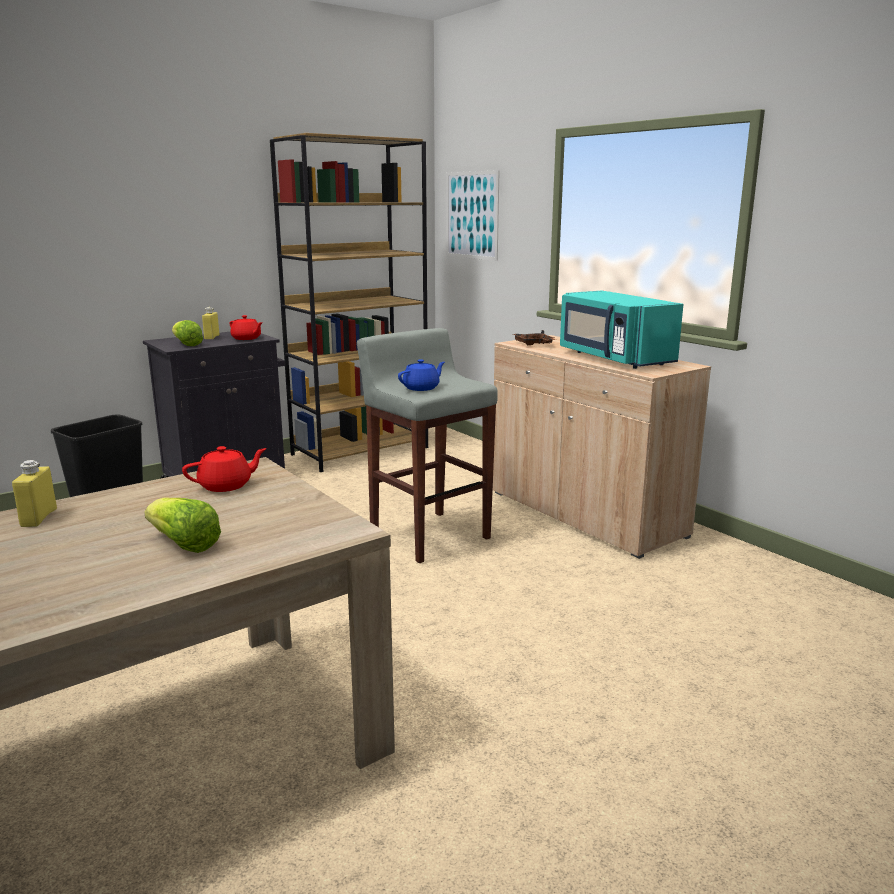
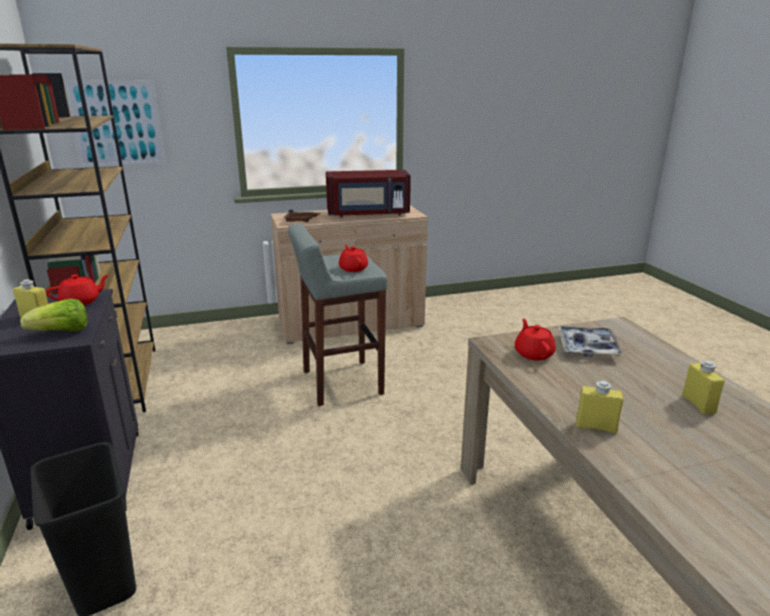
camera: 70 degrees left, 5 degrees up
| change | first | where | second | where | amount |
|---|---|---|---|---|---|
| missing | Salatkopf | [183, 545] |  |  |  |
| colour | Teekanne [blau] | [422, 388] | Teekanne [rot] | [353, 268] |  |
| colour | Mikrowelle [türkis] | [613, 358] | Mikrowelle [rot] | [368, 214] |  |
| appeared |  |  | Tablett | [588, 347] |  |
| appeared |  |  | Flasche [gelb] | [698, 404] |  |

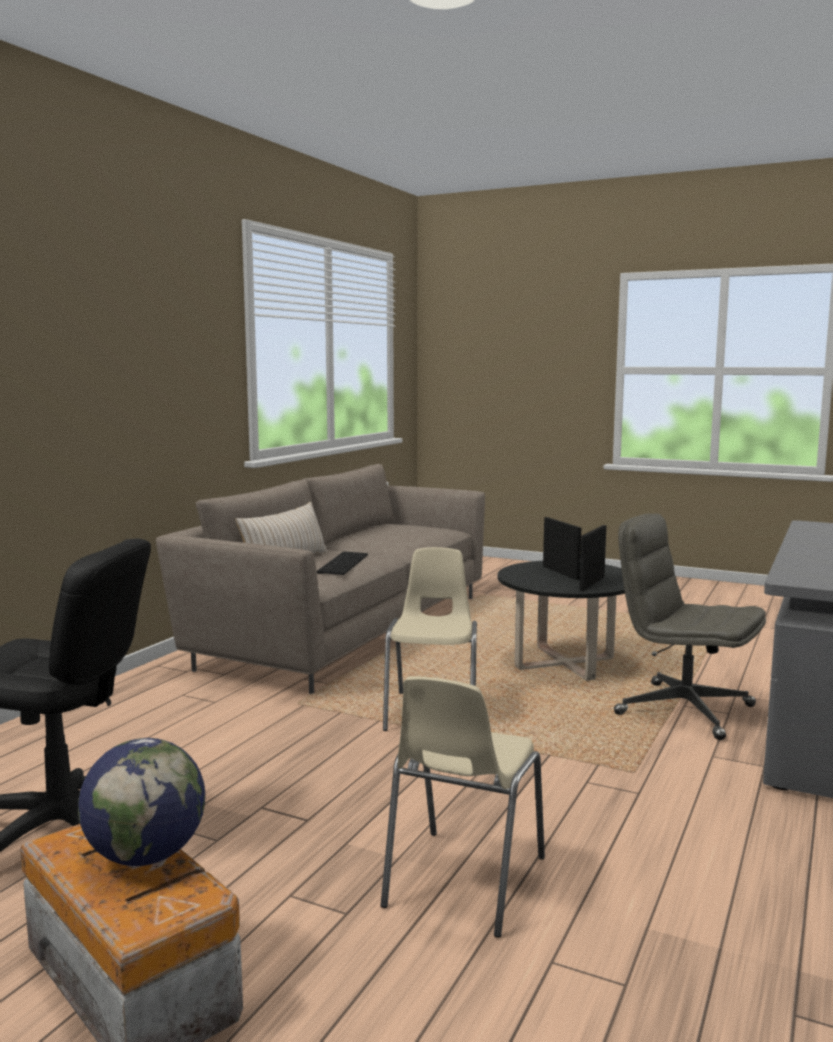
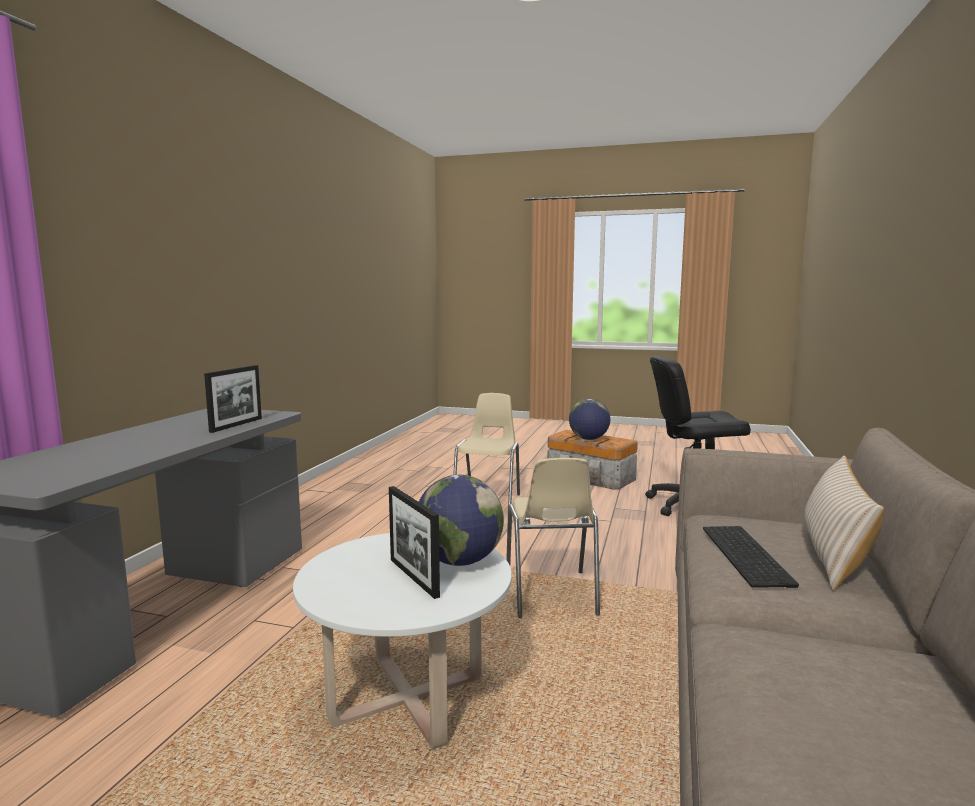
camera: 170 degrees right, 0 degrees up
| change | first | where | second | where | amount |
|---|---|---|---|---|---|
| colour | Couchtisch [schwarz] | [564, 664] | Couchtisch [weiß] | [408, 700] |  |
| relocated | Bilderrahmen | [592, 583] |  | [236, 425] |  |
| missing | Bürostuhl [grau] | [683, 710] |  |  |  |
| appeared |  |  | Globus | [459, 561] |  |

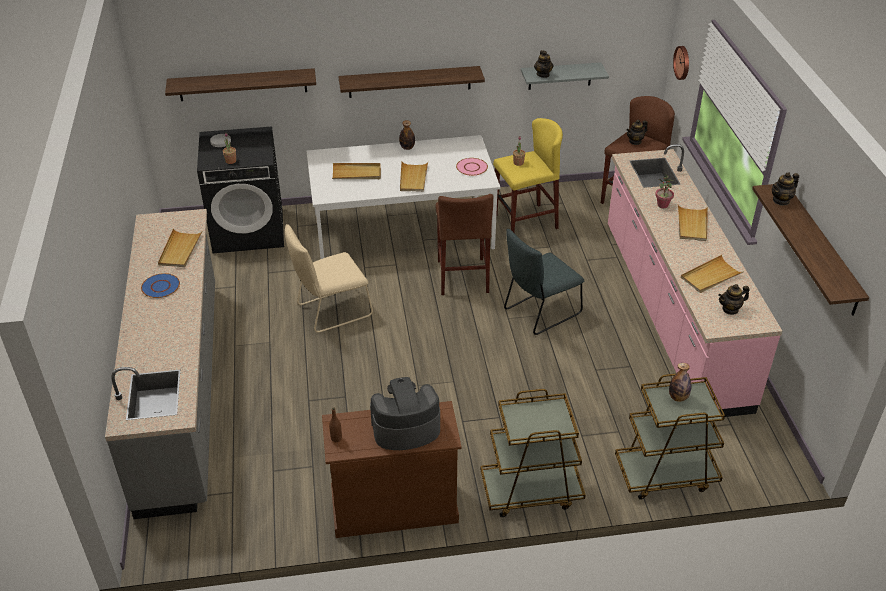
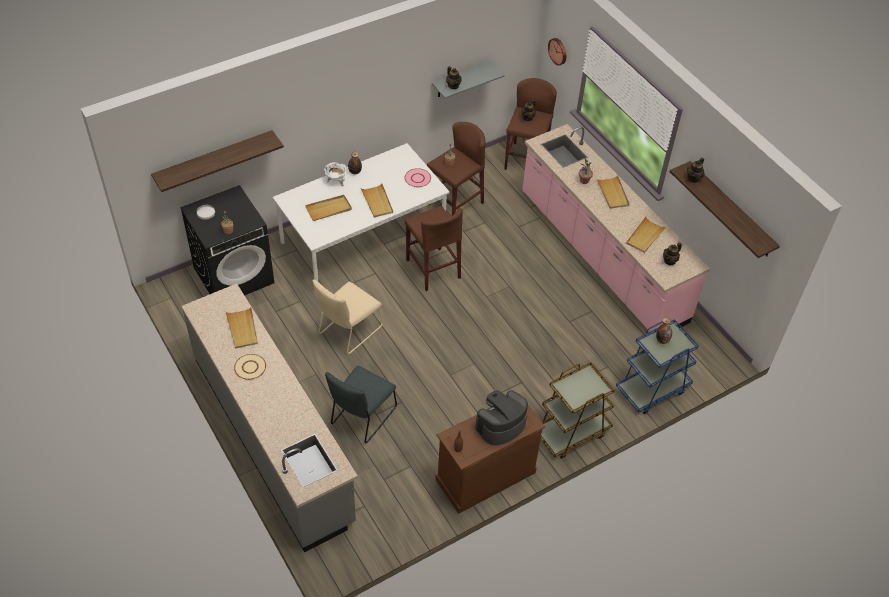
camera: 25 degrees left, 10 degrees up
| change | first | where | second | where | amount |
|---|---|---|---|---|---|
| colour | Teller [blau] | [160, 286] | Teller [beige] | [250, 367] |  |
| missing | Wandregal | [409, 82] |  |  |  |
| colour | Hocker [gelb] | [525, 222] | Hocker [braun] | [455, 203] |  |
| relocated | Stuhl [grau] | [539, 312] |  | [361, 418] |  |
| colour | Rollwagen [braun] | [665, 474] | Rollwagen [blau] | [652, 389] |  |
| appeared |  |  | Kochtopf [weiß] | [336, 181] |  |

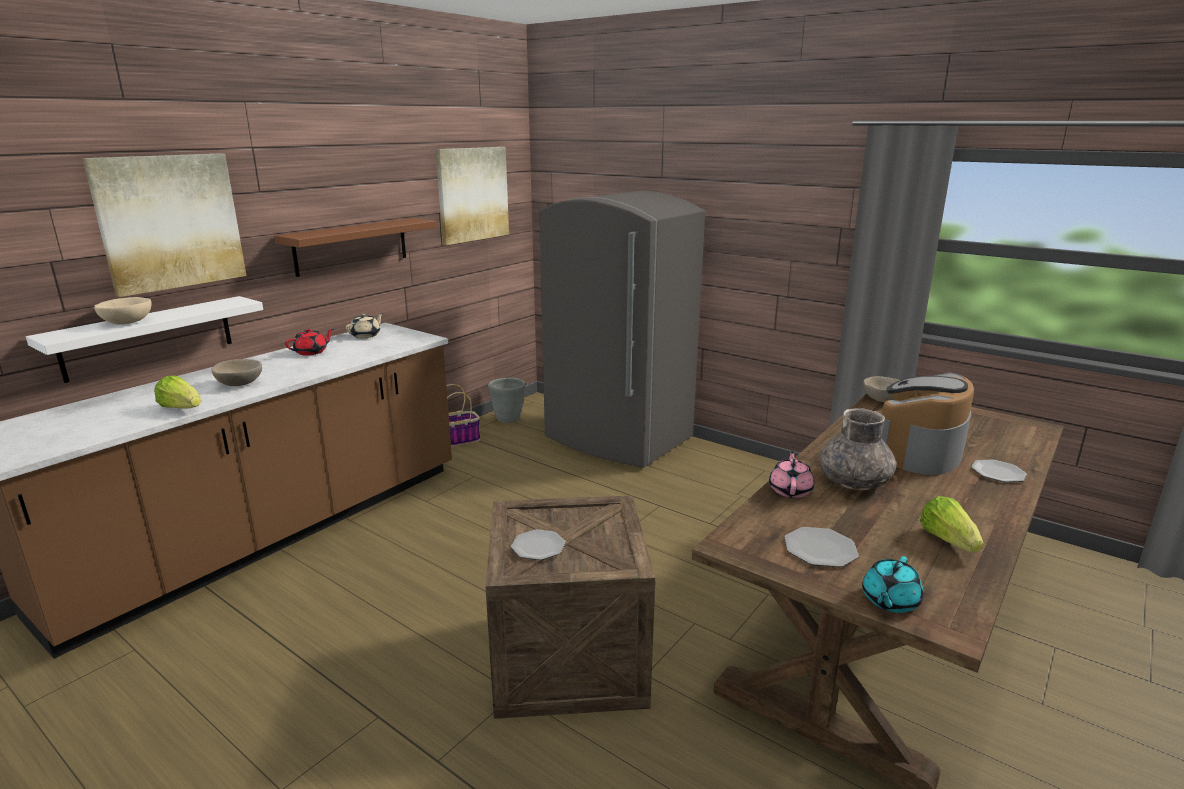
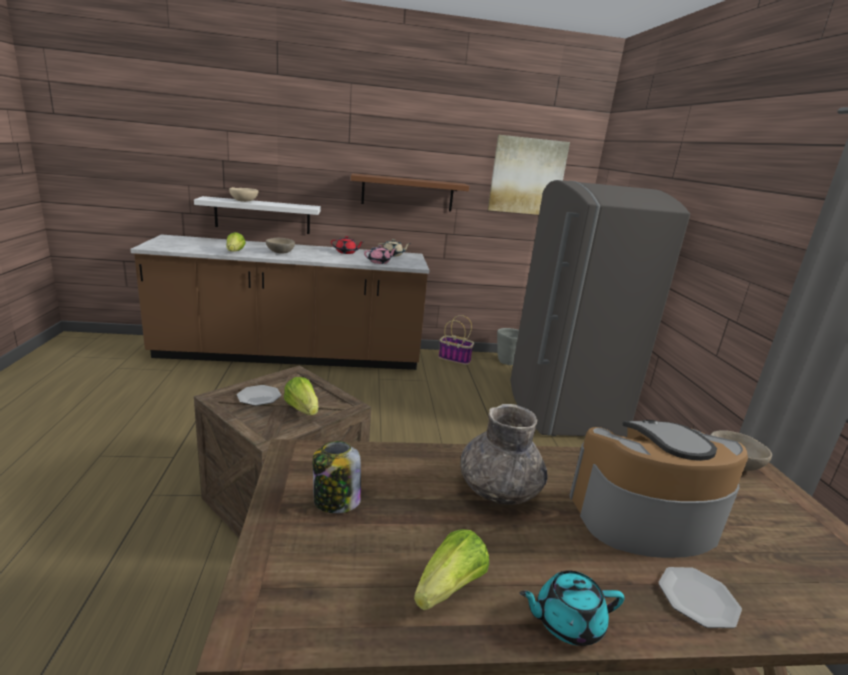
camera: 45 degrees right, 0 degrees up
| change | first | where | second | where | amount |
|---|---|---|---|---|---|
| missing | Bild | [170, 222] |  |  |  |
| relocated | Teekanne [rosa] | [790, 490] |  | [379, 262] |  |
| exchanged | Teller | [820, 549] | Vorratsglas | [335, 501] |  |
| relocated | Teekanne [türkis] | [889, 601] |  | [566, 622] |  |
| appeared |  |  | Salatkopf | [302, 409] |  |

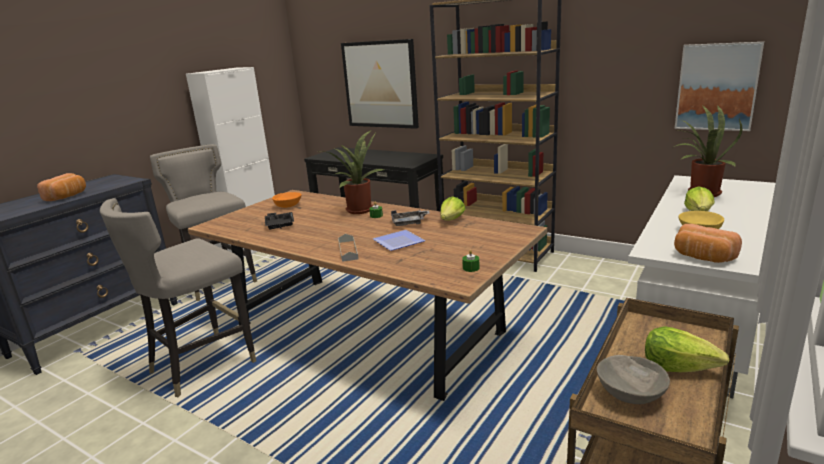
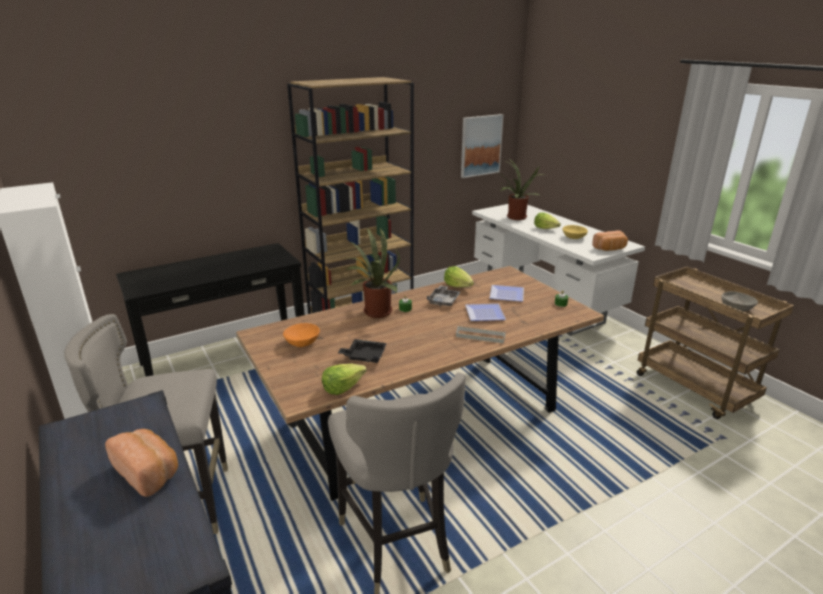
camera: 65 degrees left, 5 degrees up
| change | first | where | second | where | amount |
|---|---|---|---|---|---|
| missing | Bild | [380, 84] |  |  |  |
| relocated | Salatkopf | [678, 367] |  | [342, 387] |  |
| appeared |  |  | Teller | [508, 294] |  |

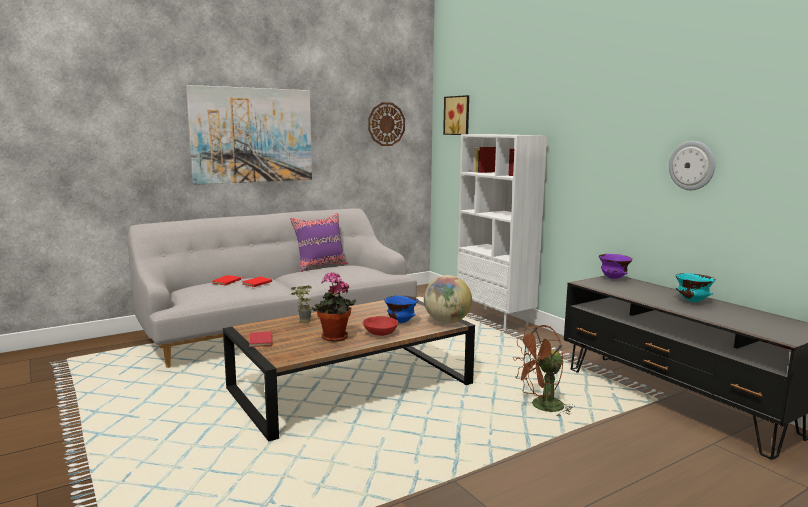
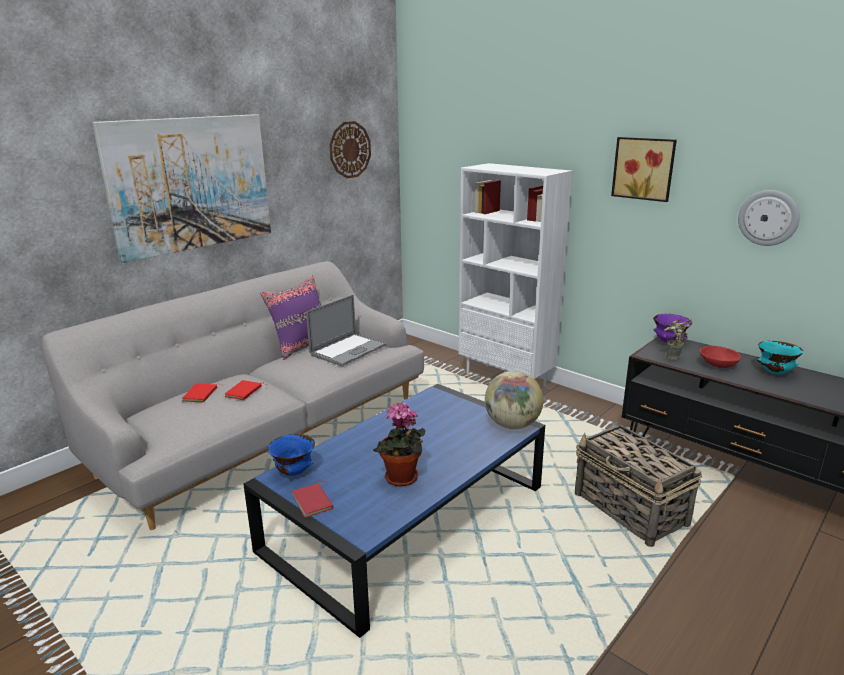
camera: 15 degrees left, 10 degrees up
| change | first | where | second | where | amount |
|---|---|---|---|---|---|
| colour | Couchtisch [braun] | [351, 386] | Couchtisch [blau] | [407, 517] |  |
| relocated | Topfpflanze | [302, 322] |  | [671, 359] |  |
| relocated | Schüssel [rot] | [380, 334] |  | [717, 365] |  |
| relocated | Schüssel [blau] | [401, 322] |  | [294, 472] |  |
| relocated | Bild | [458, 115] |  | [644, 168] |  |
| exchanged | Ventilator [braun] | [541, 407] | Korb | [631, 510] |  |
| appeared |  |  | Laptop | [348, 350] |  |

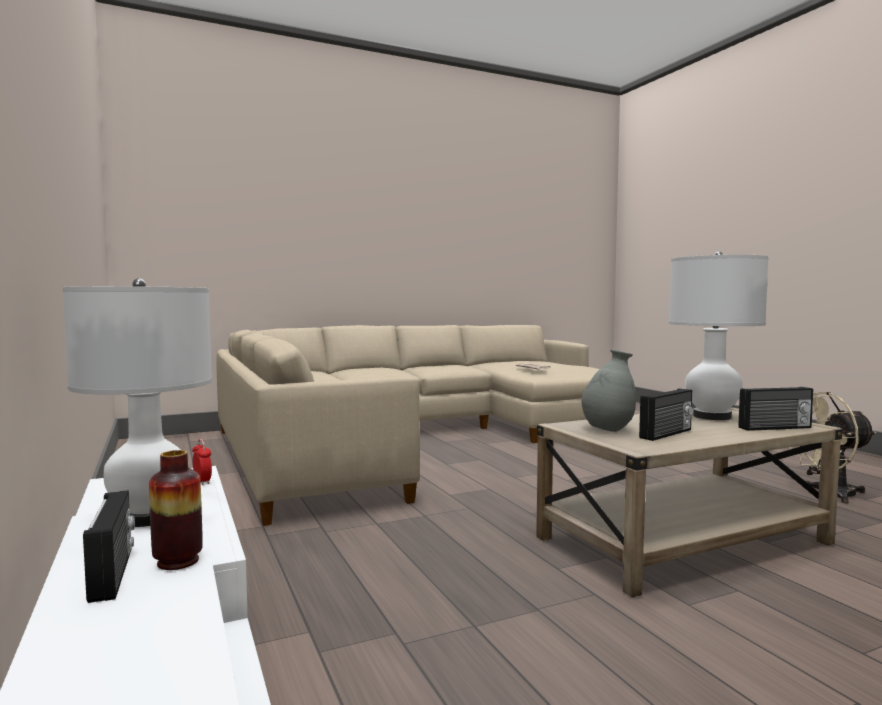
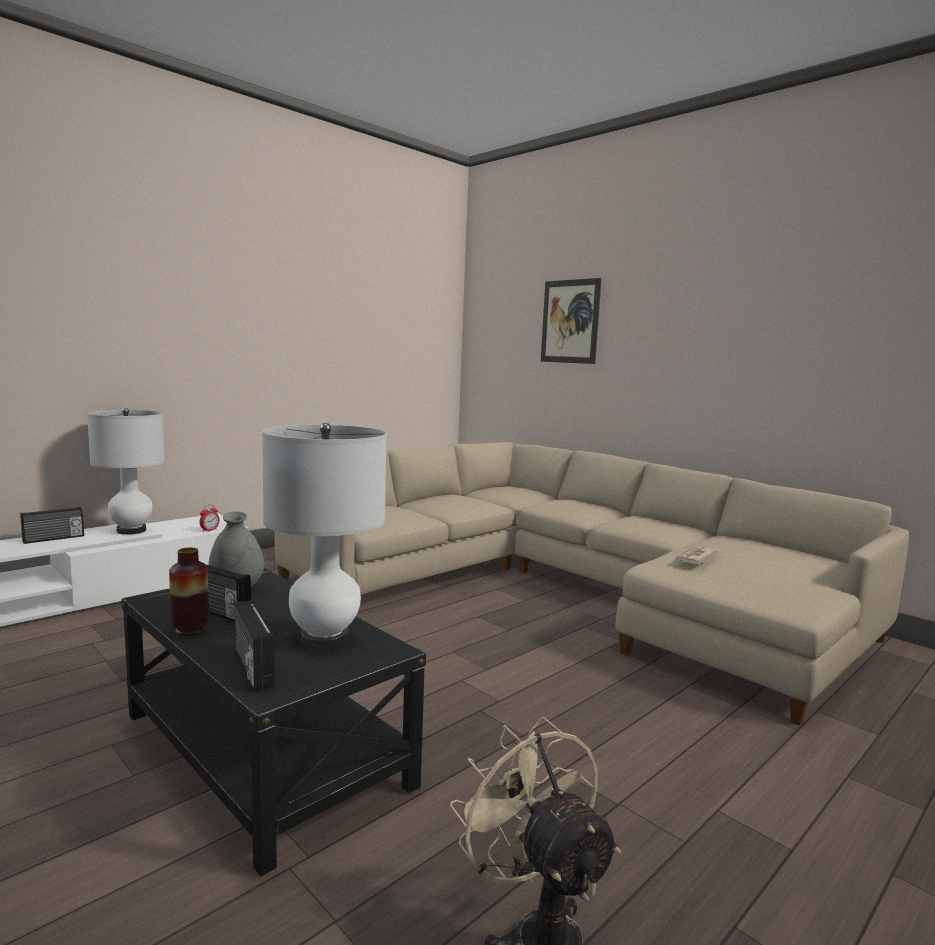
camera: 70 degrees right, 5 degrees up
| change | first | where | second | where | amount |
|---|---|---|---|---|---|
| relocated | Vase | [178, 561] |  | [190, 630] |  |
| colour | Couchtisch [beige] | [683, 541] | Couchtisch [schwarz] | [264, 750] |  |
| appeared |  |  | Bild | [570, 321] |  |

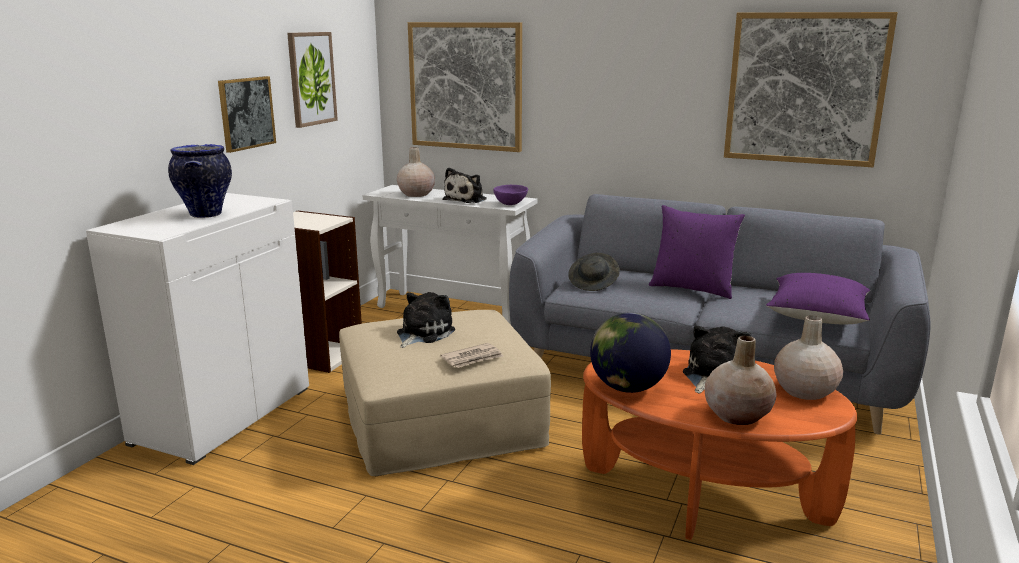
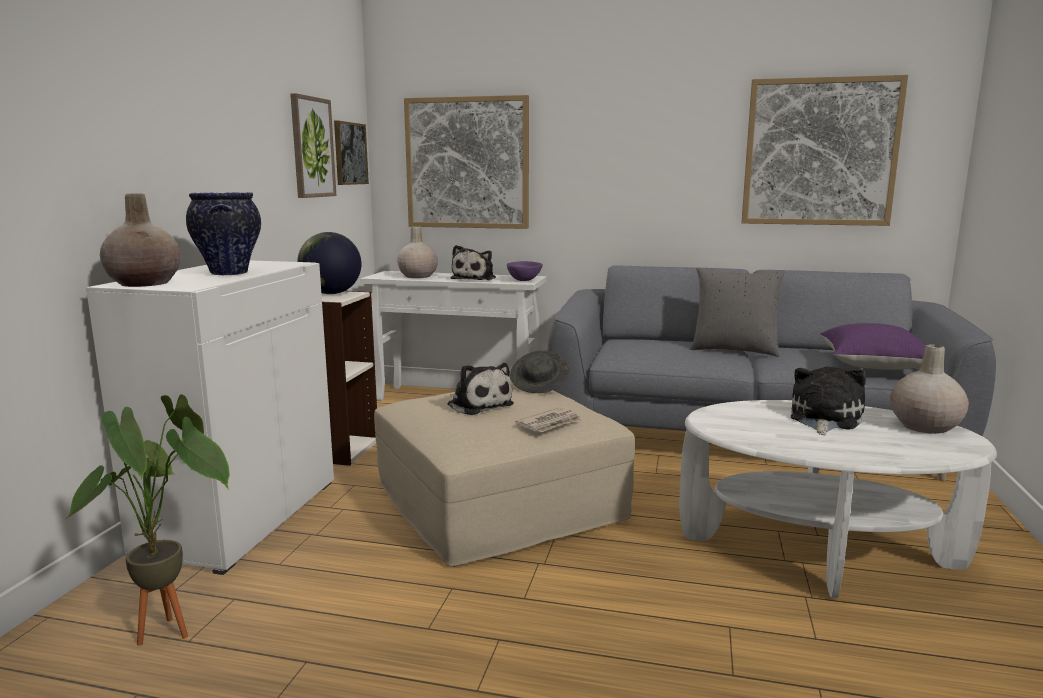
camera: 10 degrees left, 5 degrees down
| change | first | where | second | where | amount |
|---|---|---|---|---|---|
| relocated | Bild | [246, 113] |  | [350, 153] |  |
| spun | Plüschtier | [422, 333] |  | [478, 404] | 120 degrees clockwise |
| relocated | Hut [grau] | [594, 283] |  | [540, 385] |  |
| colour | Couchtisch [orange] | [702, 495] | Couchtisch [weiß] | [818, 552] |  |
| relocated | Globus | [627, 388] |  | [331, 293] |  |
| colour | Kissen [lila] | [692, 288] | Kissen [grau] | [734, 350] |  |
| relocated | Vase [beige] | [737, 415] |  | [145, 283] |  |
| appeared |  |  | Topfpflanze | [178, 629] |  |

